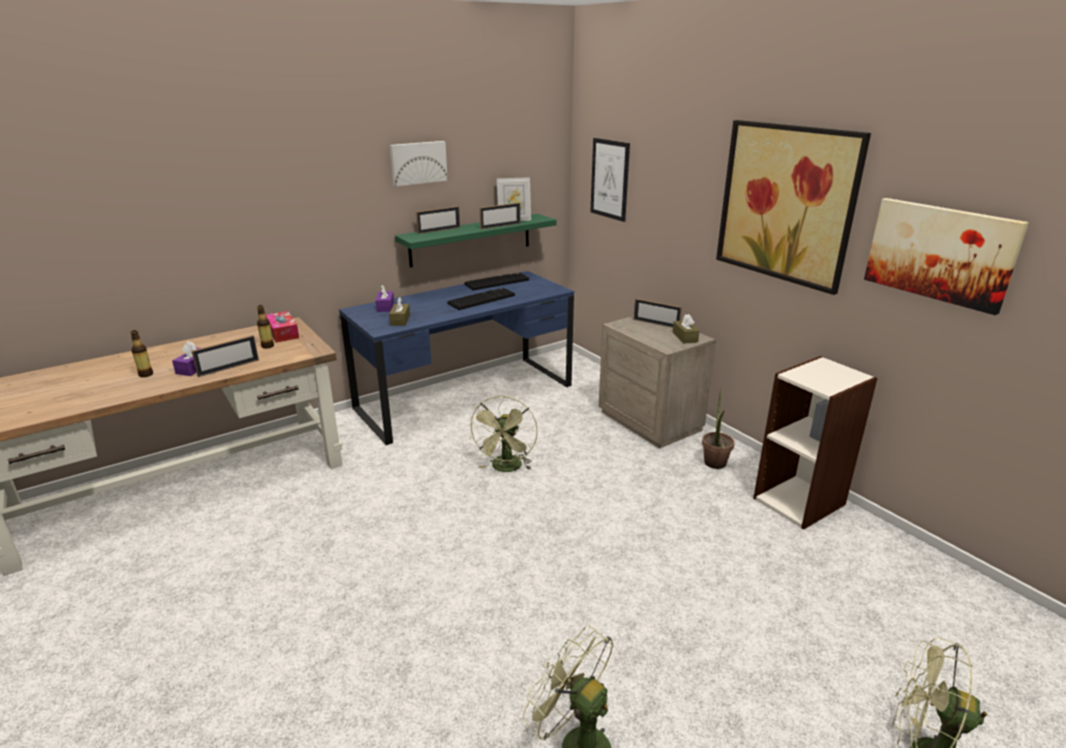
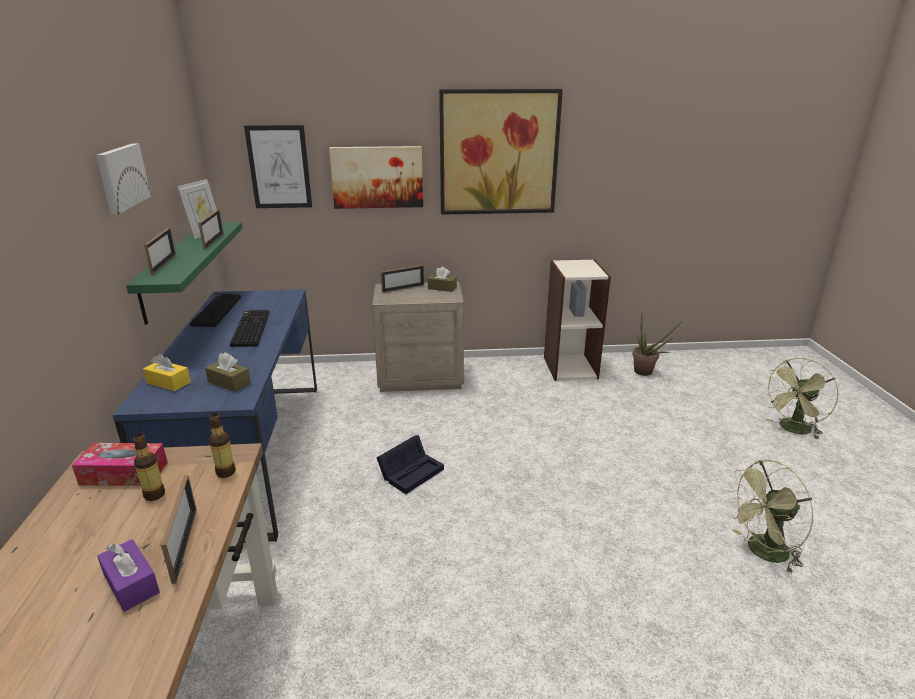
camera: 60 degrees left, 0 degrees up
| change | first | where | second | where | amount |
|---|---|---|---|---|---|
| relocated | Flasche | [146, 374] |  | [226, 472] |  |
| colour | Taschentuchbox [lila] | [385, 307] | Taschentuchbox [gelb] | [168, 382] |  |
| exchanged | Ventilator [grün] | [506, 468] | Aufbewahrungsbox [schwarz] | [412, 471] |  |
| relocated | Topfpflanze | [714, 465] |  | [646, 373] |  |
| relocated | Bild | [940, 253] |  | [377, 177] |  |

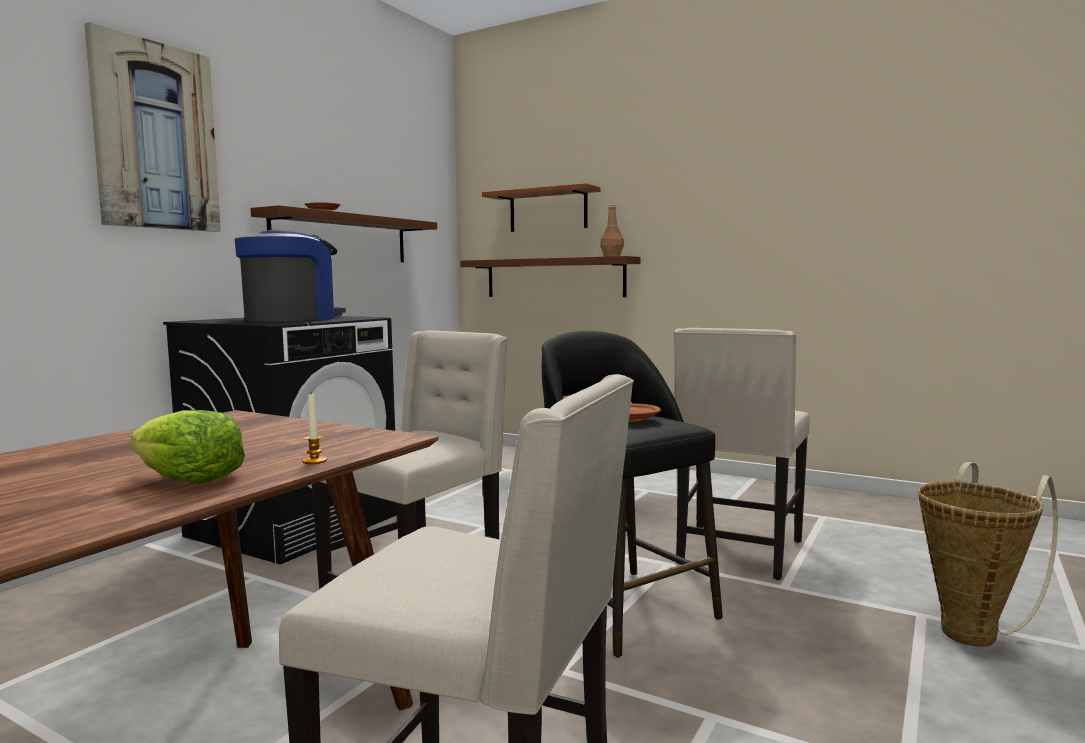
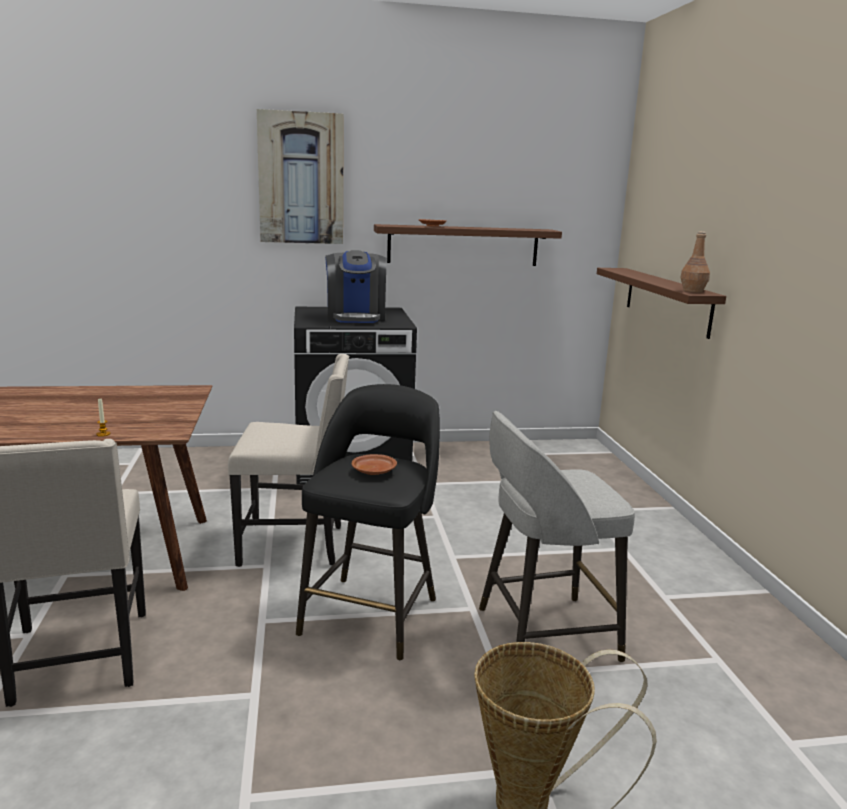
camera: 50 degrees right, 10 degrees up
| change | first | where | second | where | amount |
|---|---|---|---|---|---|
| missing | Salatkopf | [188, 480] |  |  |  |
| spun | Kaffeemaschine | [292, 319] |  | [356, 317] | 90 degrees clockwise |
| missing | Wandregal | [548, 210] |  |  |  |
| exchanged | Stuhl [beige] | [737, 552] | Hocker [grau] | [542, 634] |  |

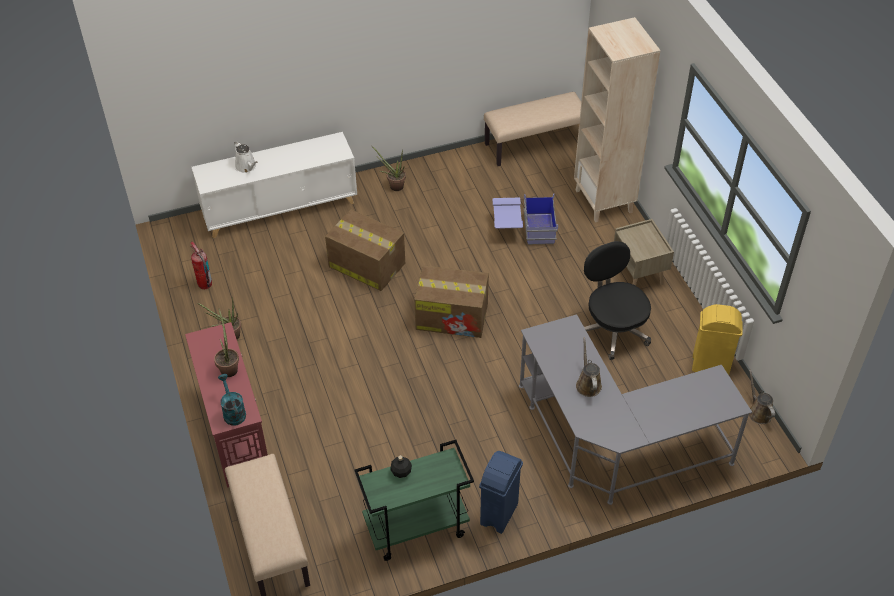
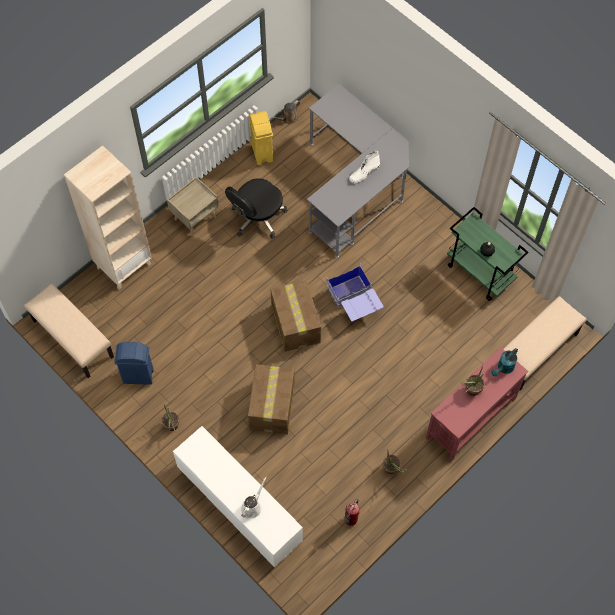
camera: 115 degrees left, 15 degrees up
| change | first | where | second | where | amount |
|---|---|---|---|---|---|
| relocated | Mülleimer [blau] | [499, 514] |  | [138, 376] |  |
| relocated | Aufbewahrungsbox [blau] | [523, 230] |  | [354, 302] |  |
| exchanged | Gießkanne [braun] | [588, 384] | Stiefel [weiß] | [364, 173] |  |

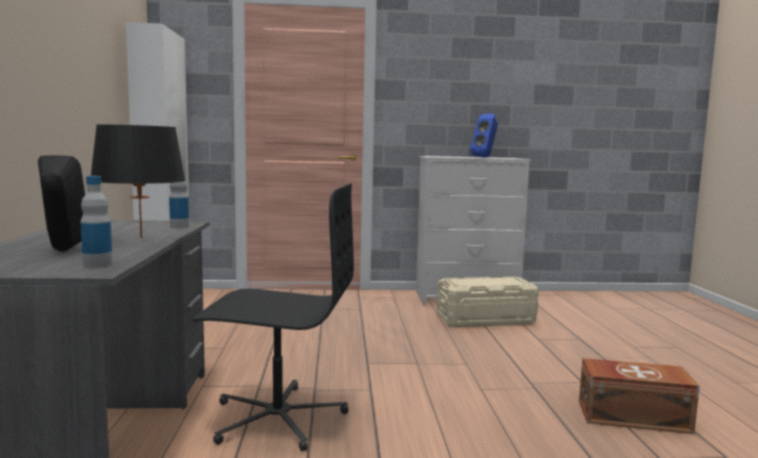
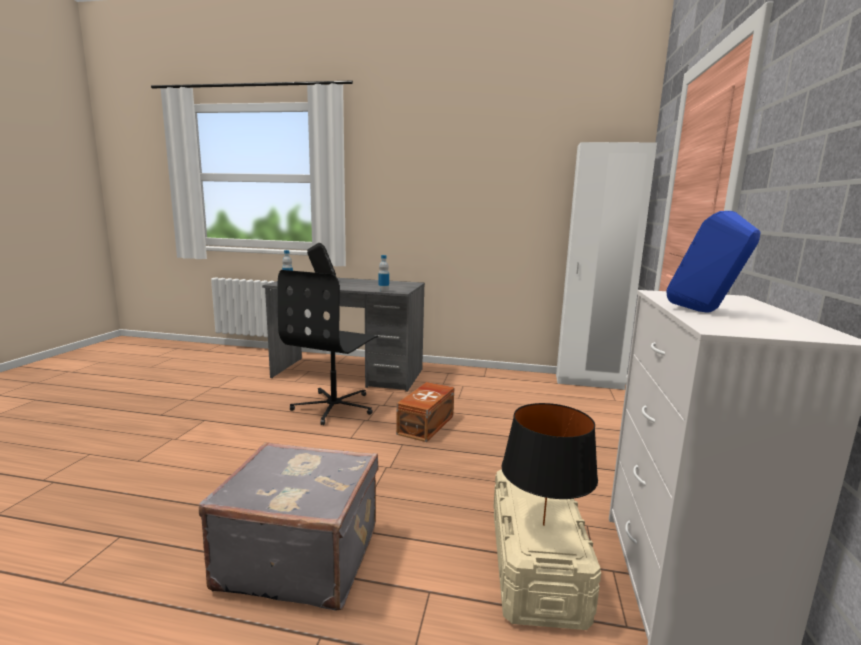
camera: 105 degrees right, 5 degrees up
| change | first | where | second | where | amount |
|---|---|---|---|---|---|
| relocated | Tischlampe [schwarz] | [141, 237] |  | [543, 525] |  |
| relocated | Aufbewahrungsbox [braun] | [631, 416] |  | [427, 424] |  |
| appeared |  |  | Koffer [grau] | [300, 556] |  |

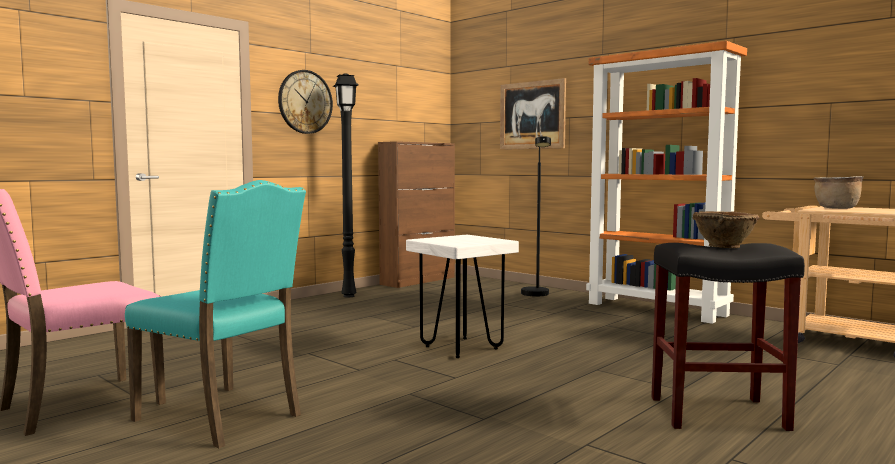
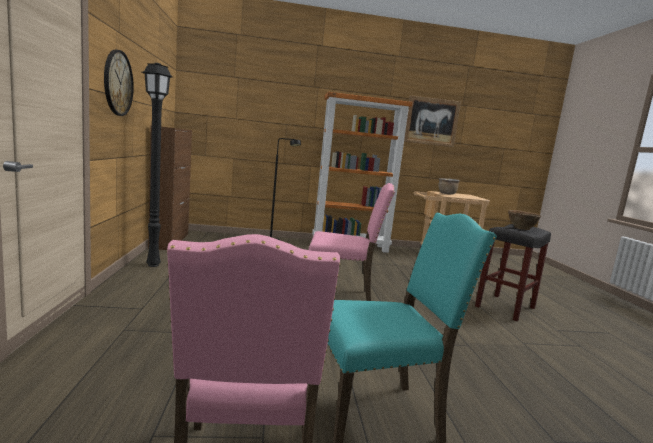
camera: 50 degrees left, 5 degrees up
| change | first | where | second | where | amount |
|---|---|---|---|---|---|
| exchanged | Hocker [weiß] | [461, 348] | Stuhl [rosa] | [340, 297] |  |
| relocated | Bild | [532, 115] |  | [431, 121] |  |

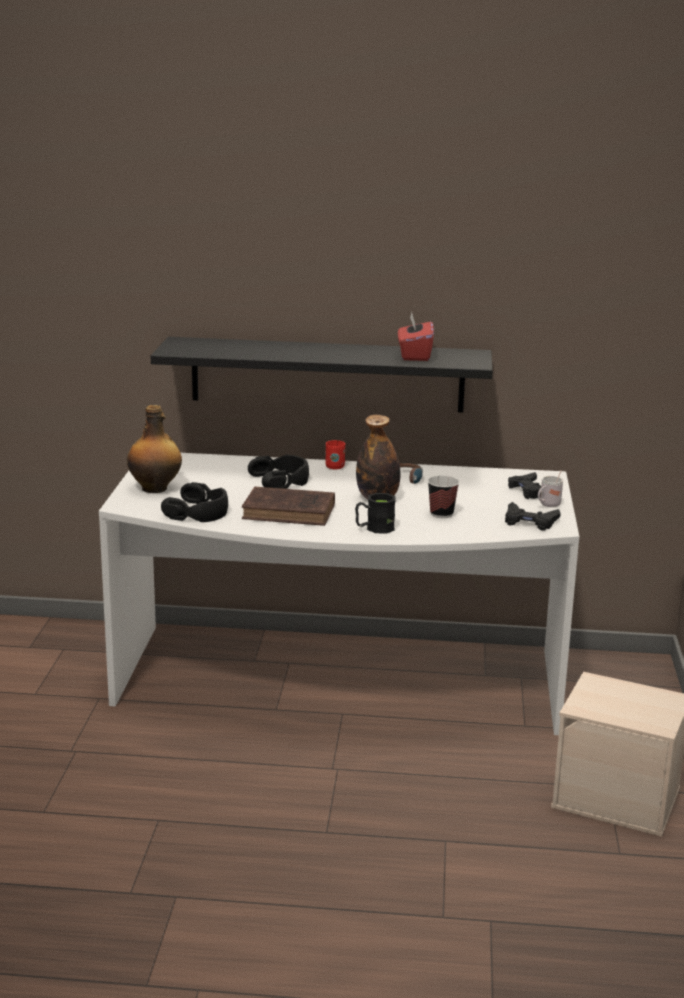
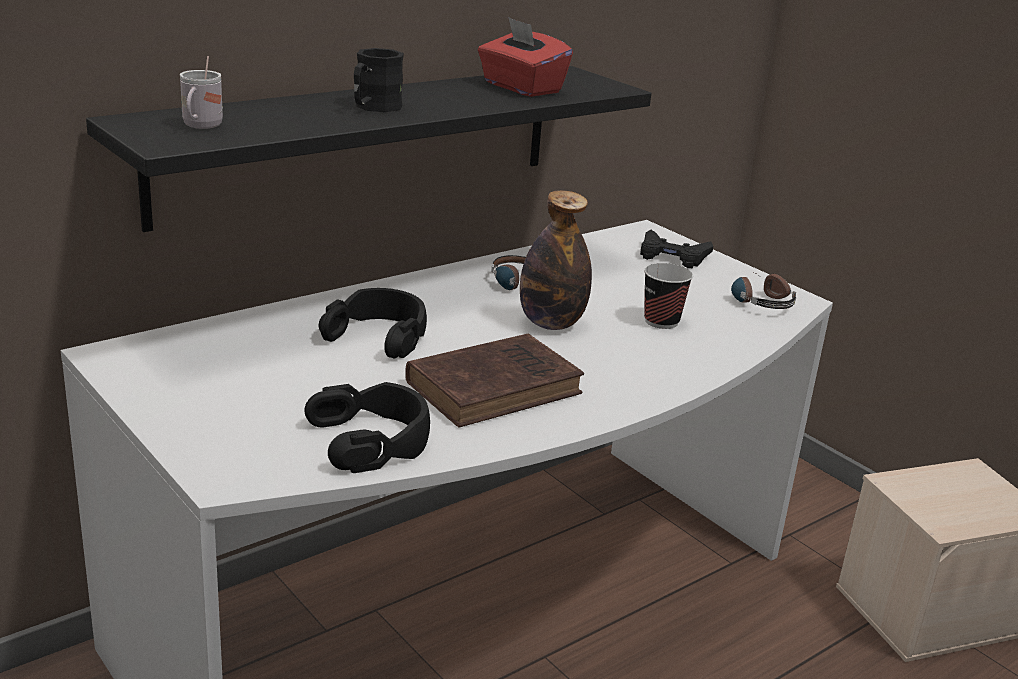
camera: 45 degrees left, 5 degrees up
| change | first | where | second | where | amount |
|---|---|---|---|---|---|
| missing | Flasche | [155, 489] |  |  |  |
| missing | Henkelbecher [rot] | [334, 466] |  |  |  |
| relocated | Henkelbecher [schwarz] | [374, 529] |  | [373, 108] |  |
| exchanged | Gamepad [schwarz] | [530, 521] | Kopfhörer | [758, 299] |  |
| relocated | Henkelbecher [weiß] | [548, 505] |  | [200, 127] |  |

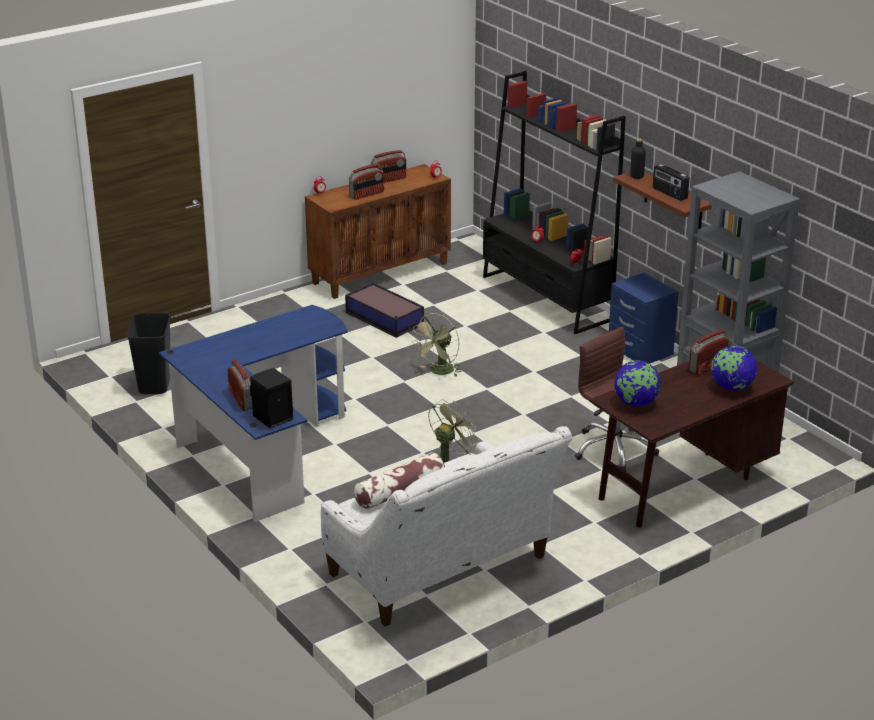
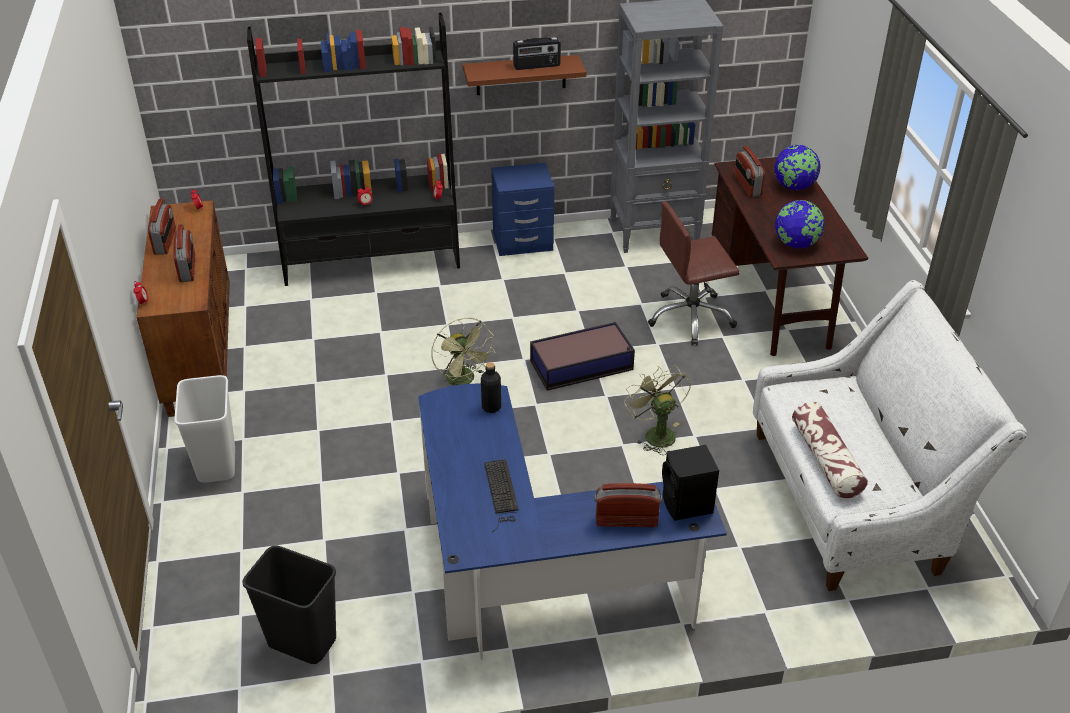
camera: 65 degrees left, 10 degrees up
| change | first | where | second | where | amount |
|---|---|---|---|---|---|
| relocated | Aufbewahrungsbox | [385, 319] |  | [583, 365] |  |
| relocated | Flasche [schwarz] | [637, 176] |  | [491, 407] |  |
| appeared |  |  | Mülleimer [weiß] | [216, 464] |  |
| appeared |  |  | Tastatur | [501, 493] |  |

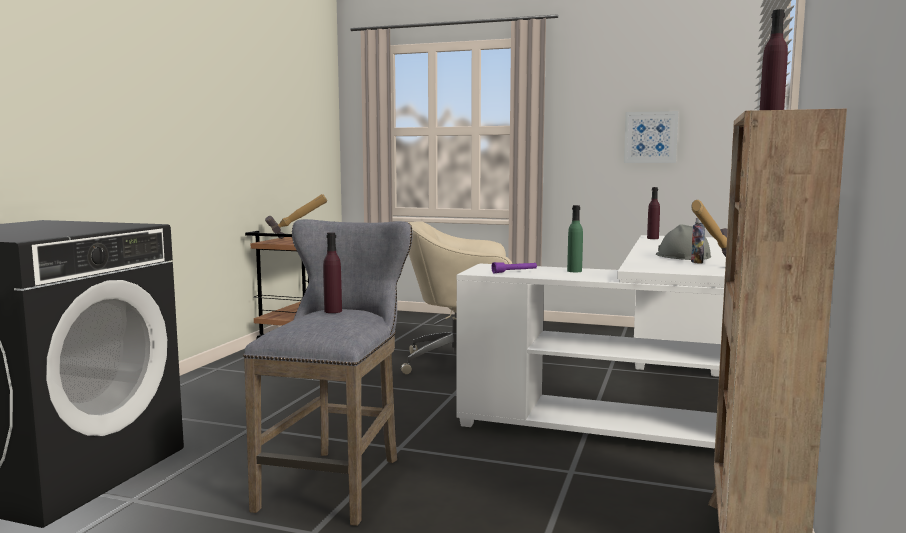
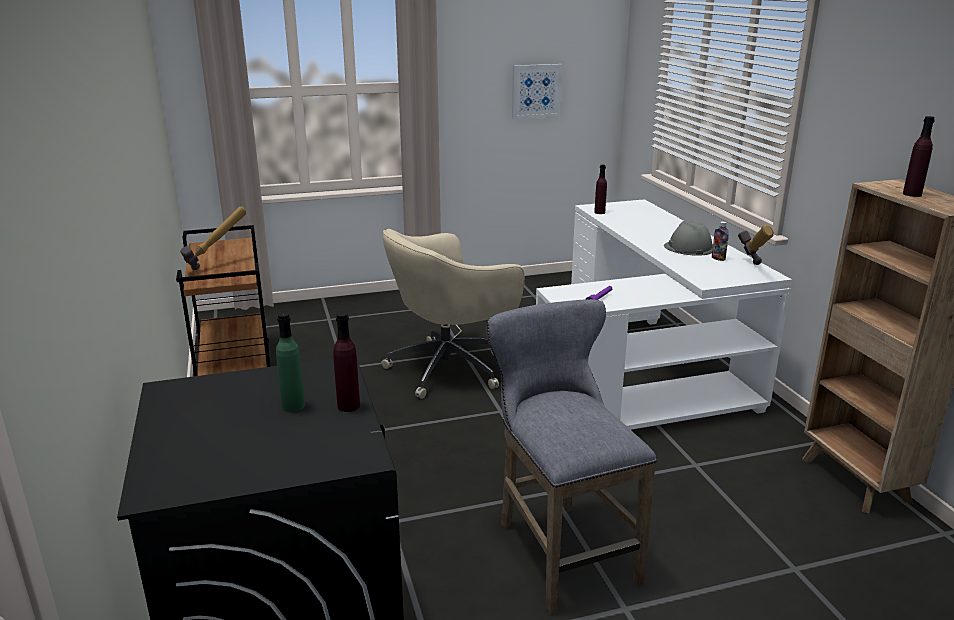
camera: 35 degrees left, 15 degrees up
| change | first | where | second | where | amount |
|---|---|---|---|---|---|
| relocated | Flasche [lila] | [333, 311] |  | [348, 406] |  |
| relocated | Flasche [grün] | [574, 271] |  | [293, 406] |  |

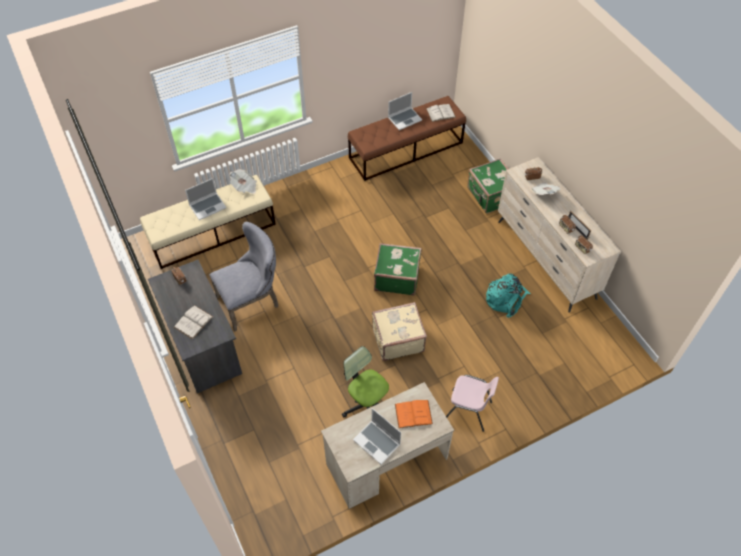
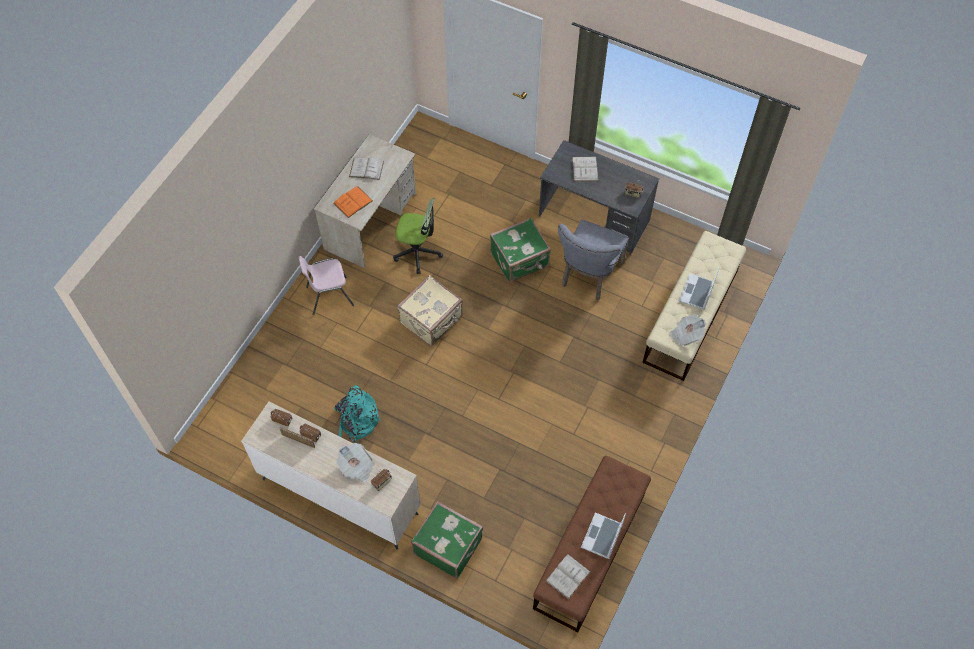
camera: 145 degrees right, 5 degrees up
| change | first | where | second | where | amount |
|---|---|---|---|---|---|
| exchanged | Laptop | [377, 442] | Buch [weiß] | [366, 169] |  |
| relocated | Koffer [grün] | [396, 277] |  | [520, 260] |  |

